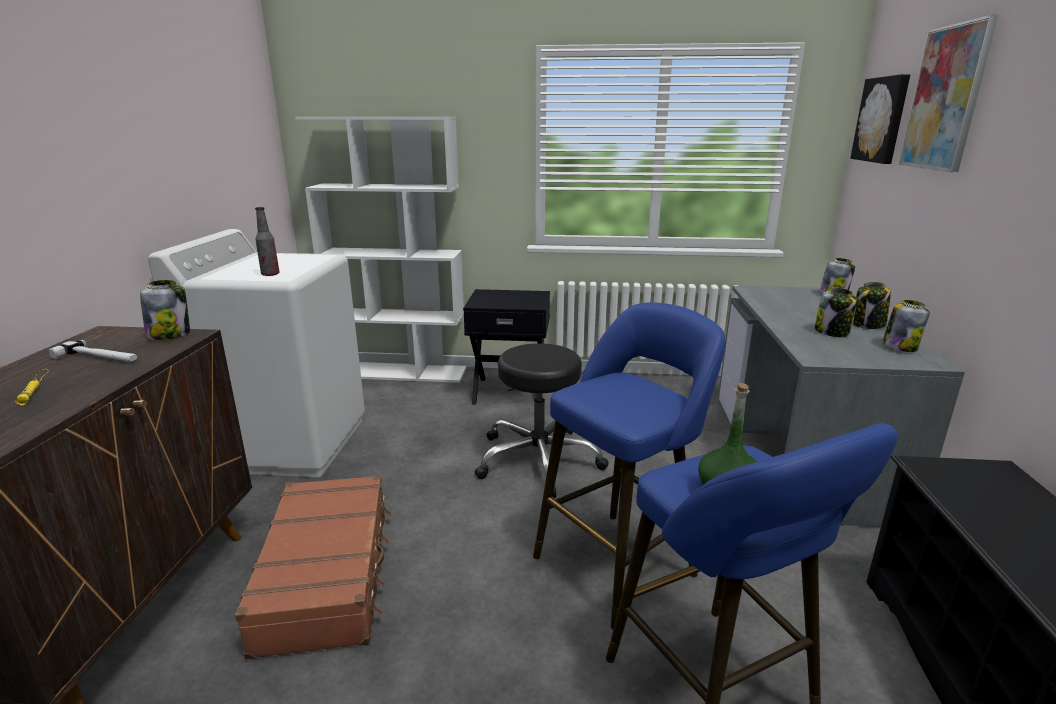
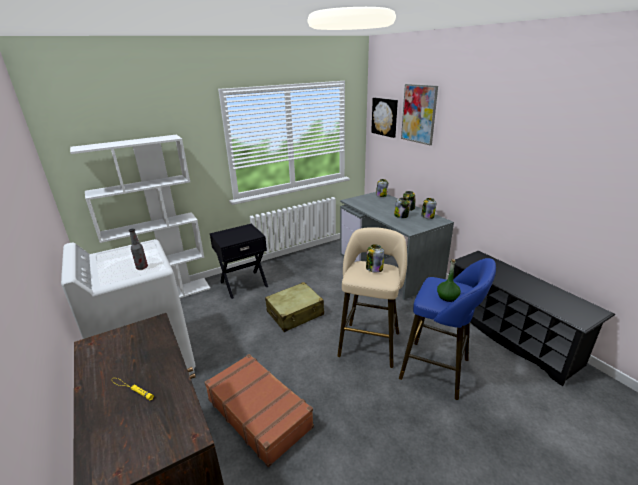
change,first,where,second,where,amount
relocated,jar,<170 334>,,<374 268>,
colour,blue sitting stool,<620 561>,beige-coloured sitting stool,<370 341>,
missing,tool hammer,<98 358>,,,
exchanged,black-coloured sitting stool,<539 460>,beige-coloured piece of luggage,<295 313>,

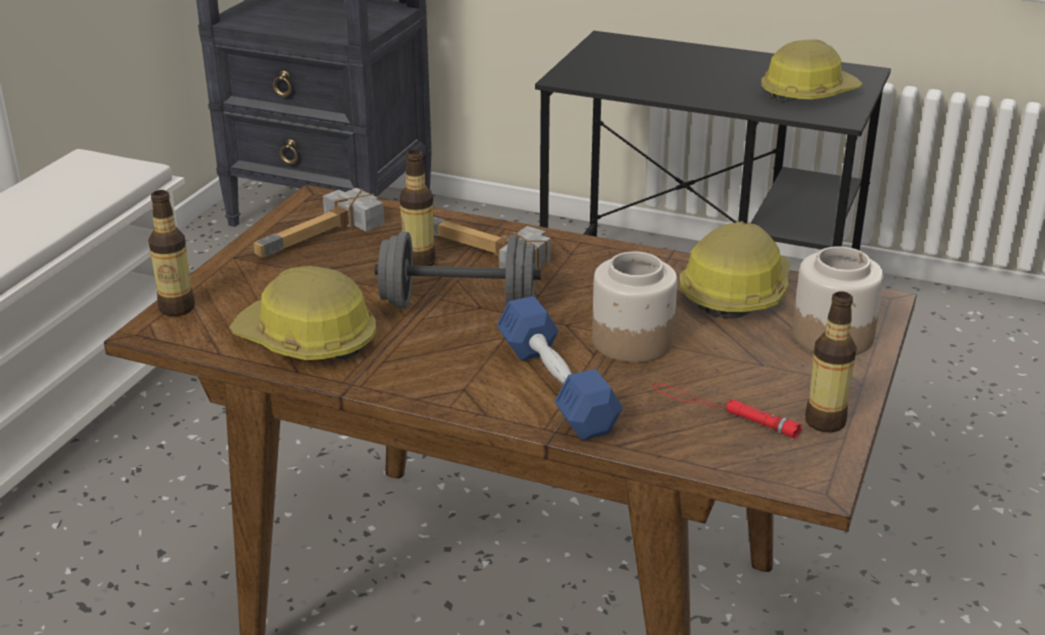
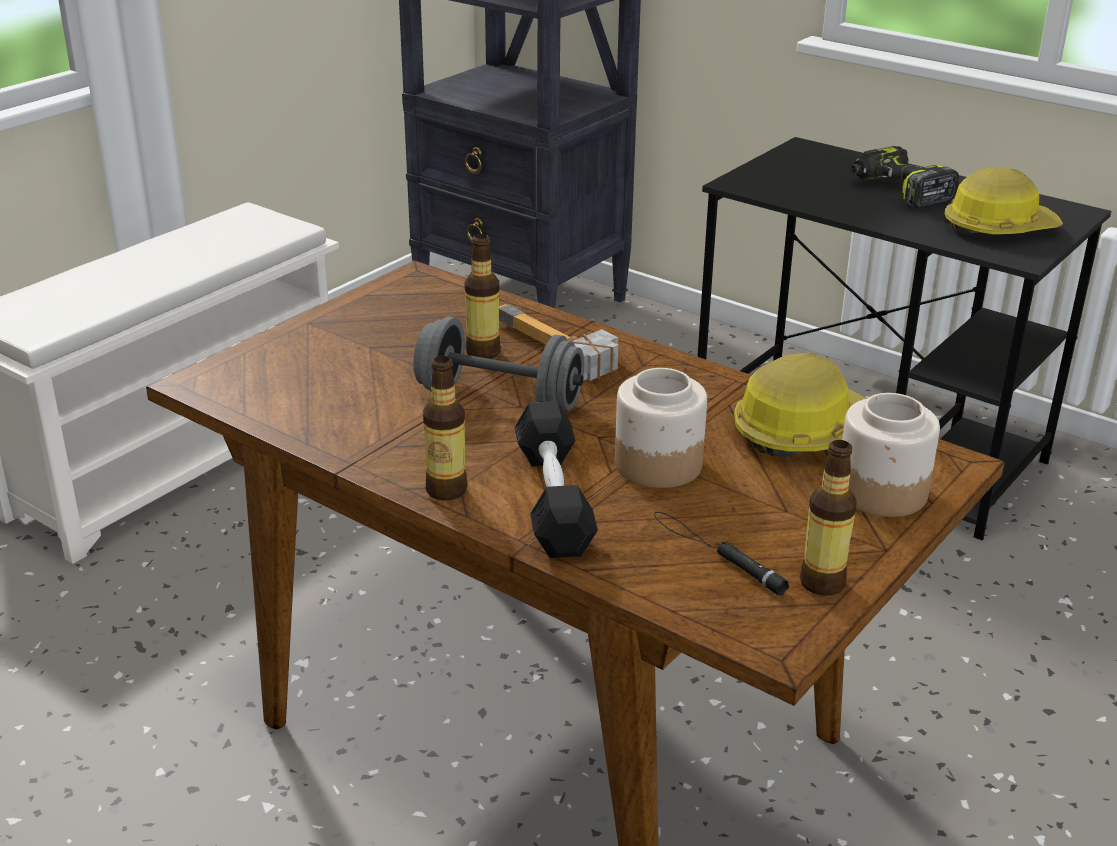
change,first,where,second,where,amount
missing,tool hammer,<325 237>,,,
relocated,drink bottle,<177 308>,,<446 490>,
missing,safety helmet,<307 340>,,,
colour,blue hand weight,<556 386>,black-coloured hand weight,<553 498>,
colour,red-coloured torch,<723 411>,black-coloured torch,<716 553>,
appeared,,,drill,<899 191>,

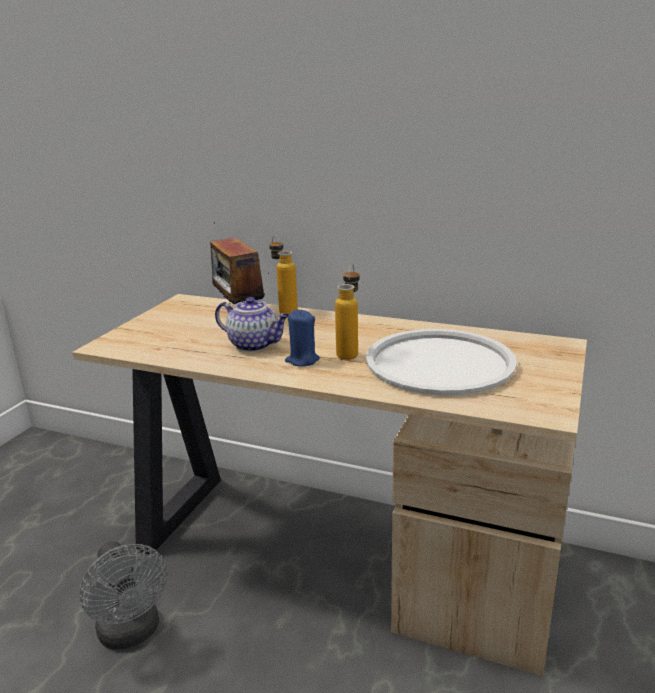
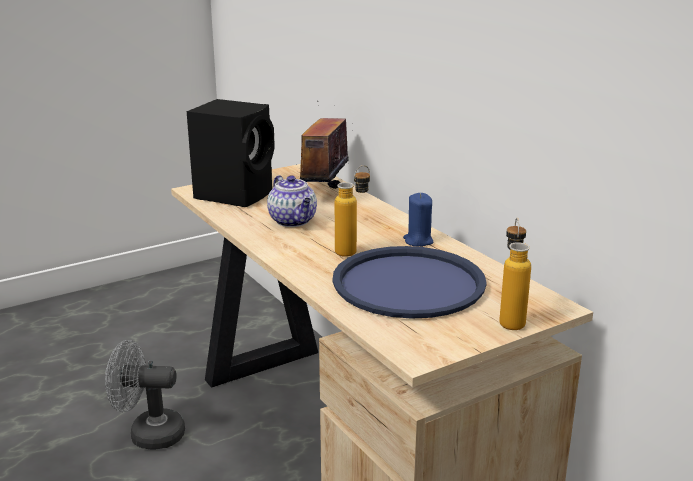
change,first,where,second,where,amount
relocated,drink bottle,<284 310>,,<510 319>,
relocated,blue wax light,<302 360>,,<418 241>,
colour,whitish carrying tray,<439 363>,blue carrying tray,<408 283>,
spun,gray electric fan,<132 633>,,<148 434>,90 degrees clockwise
appeared,,,black-coloured audio speaker,<236 194>,

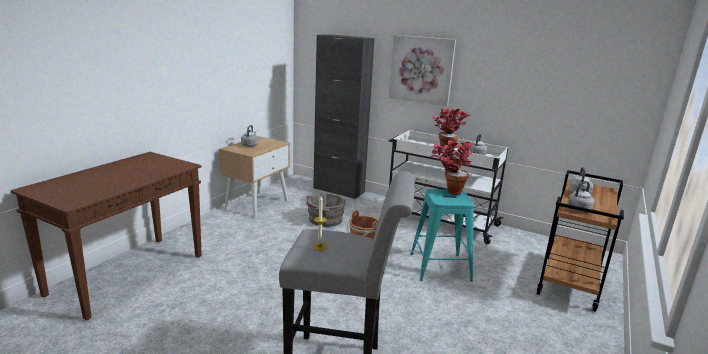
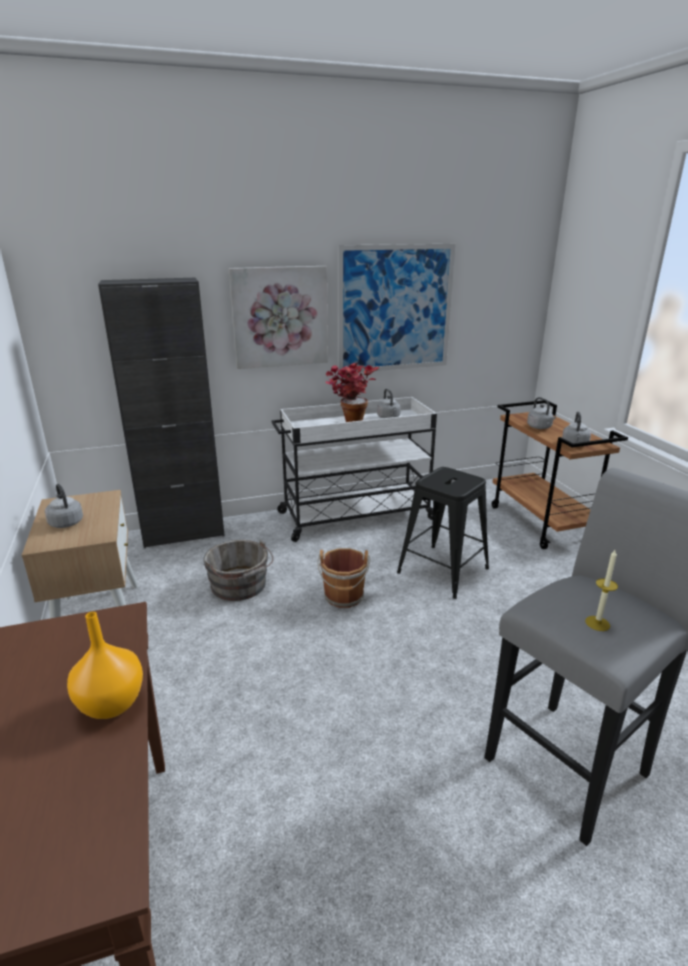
change,first,where,second,where,amount
missing,plant in a pot,<448 191>,,,
colour,turquoise sitting stool,<440 267>,black-coloured sitting stool,<443 570>,
appeared,,,wall picture,<395 309>,
appeared,,,orange-coloured decorative vase,<113 703>,

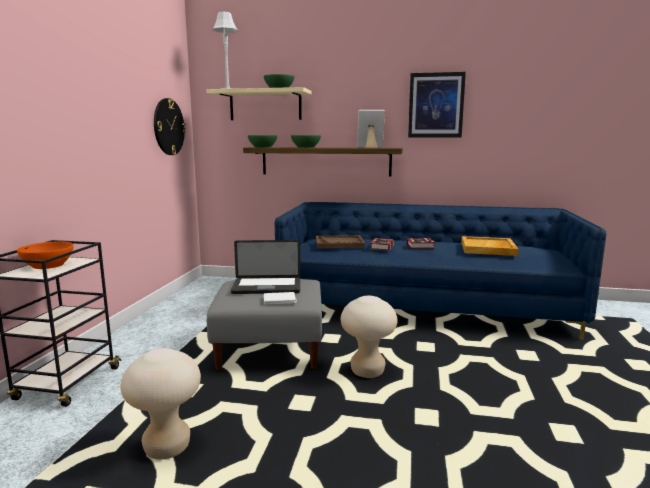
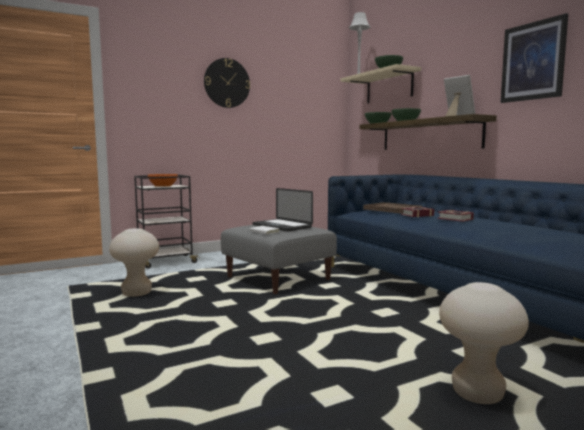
change,first,where,second,where,amount
relocated,wall clock,<168 127>,,<227 83>,
missing,beige-coloured carrying tray,<488 248>,,,
relocated,beige-coloured sitting stool,<367 371>,,<477 394>,

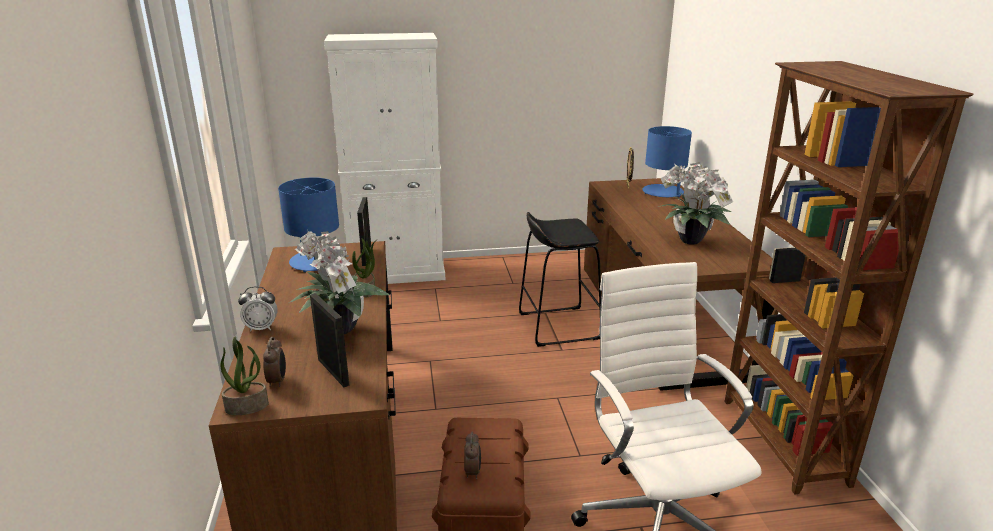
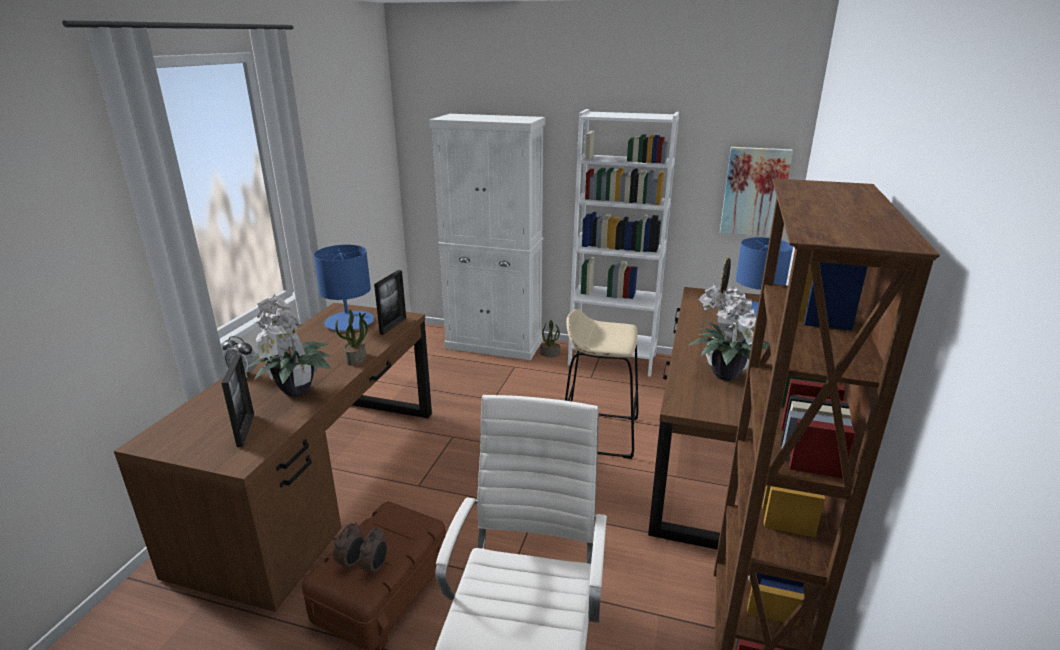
change,first,where,second,where,amount
colour,black-coloured sitting stool,<558 326>,beige-coloured sitting stool,<599 433>,
relocated,plant in a pot,<247 406>,,<550 353>,
relocated,table clock,<278 381>,,<376 567>,
appeared,,,whitish bookcase,<612 359>,
appeared,,,wall picture,<754 192>,

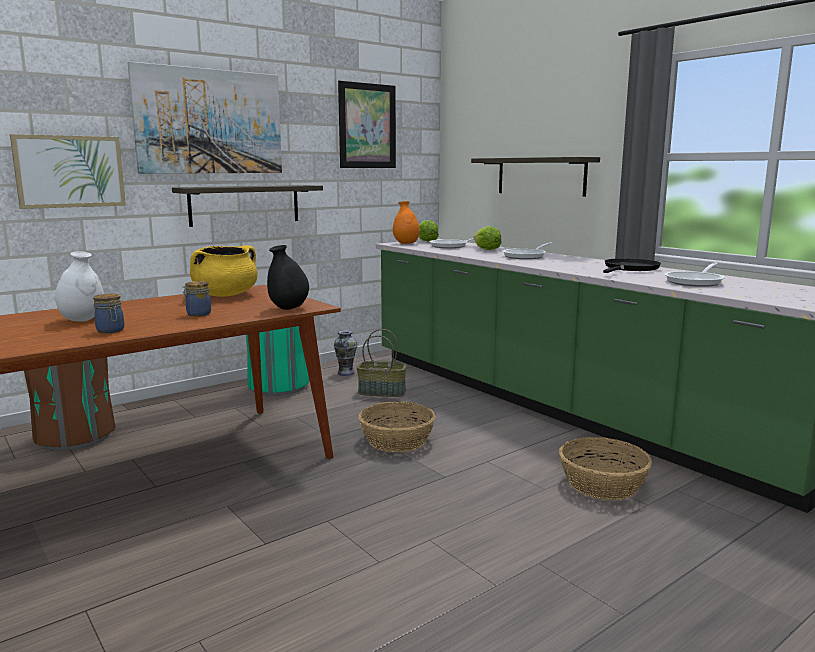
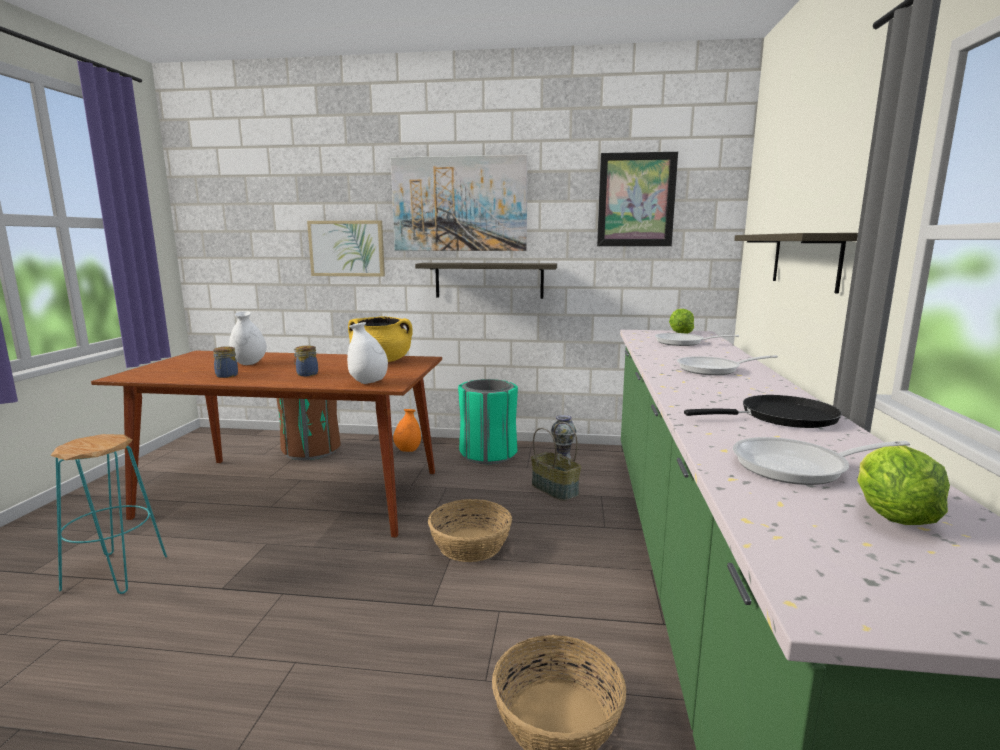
change,first,where,second,where,amount
relocated,orange-coloured decorative vase,<406 244>,,<408 450>,
relocated,head of lettuce,<486 250>,,<891 516>,
colour,black-coloured decorative vase,<288 308>,whitish decorative vase,<368 383>,
appeared,,,turquoise sitting stool,<115 573>,

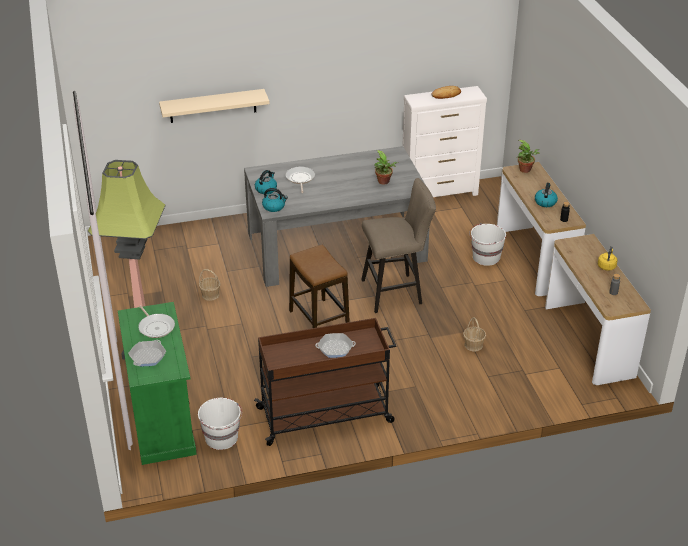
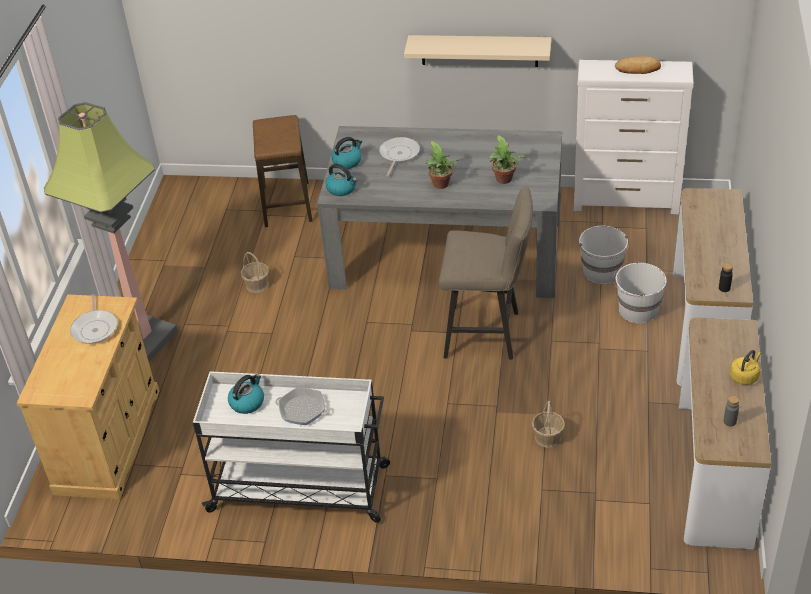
change,first,where,second,where,amount
relocated,beige-coloured bracket shelf,<213 106>,,<479 50>,
relocated,plant in a pot,<526 170>,,<441 185>,
relocated,water kettle,<545 202>,,<247 402>,
relocated,sitting stool,<319 320>,,<287 204>,
colour,greenish storage cabinet,<162 420>,beige-coloured storage cabinet,<108 441>,
colour,brownish trolley,<326 415>,whitish trolley,<301 488>,
missing,skillet,<147 356>,,,
relocated,whitish bucket,<222 438>,,<602 272>,

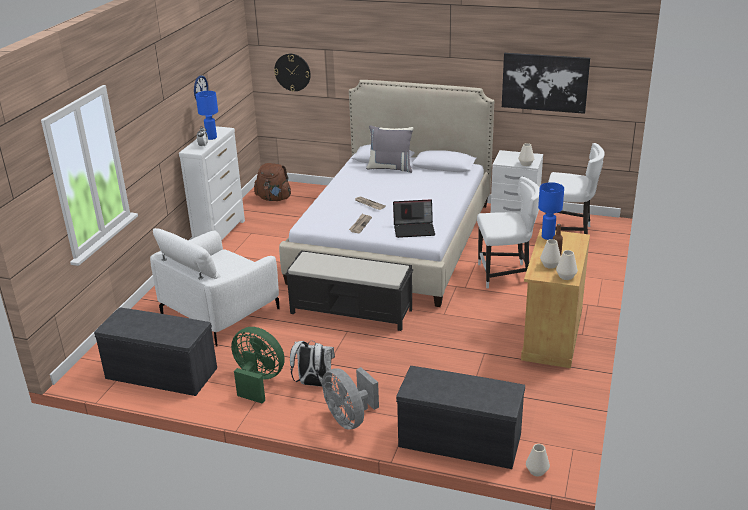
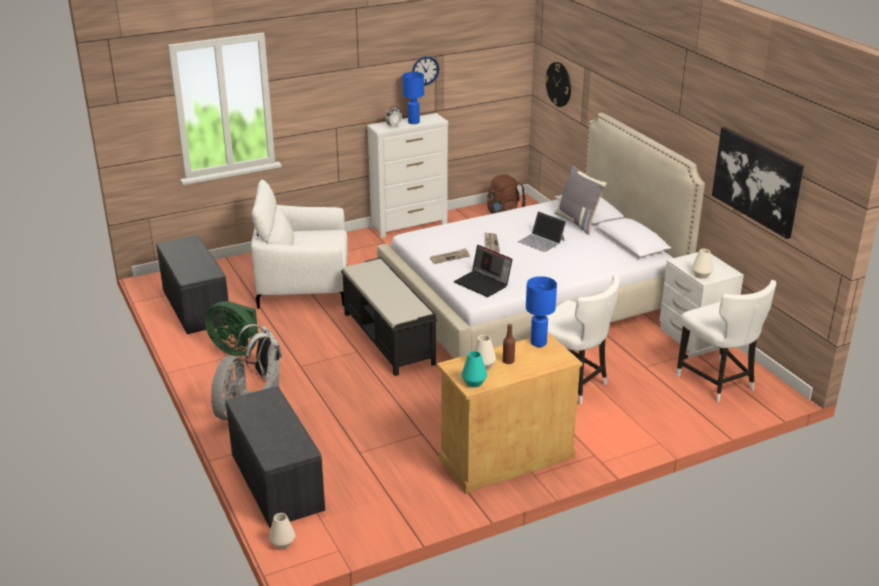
change,first,where,second,where,amount
colour,whitish decorative vase,<566 276>,turquoise decorative vase,<473 382>,
spun,greenish electric fan,<258 381>,,<236 349>,135 degrees clockwise
appeared,,,portable computer,<541 241>,

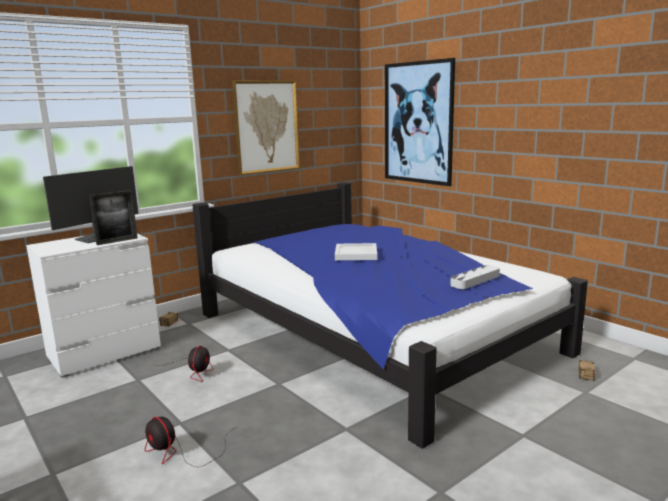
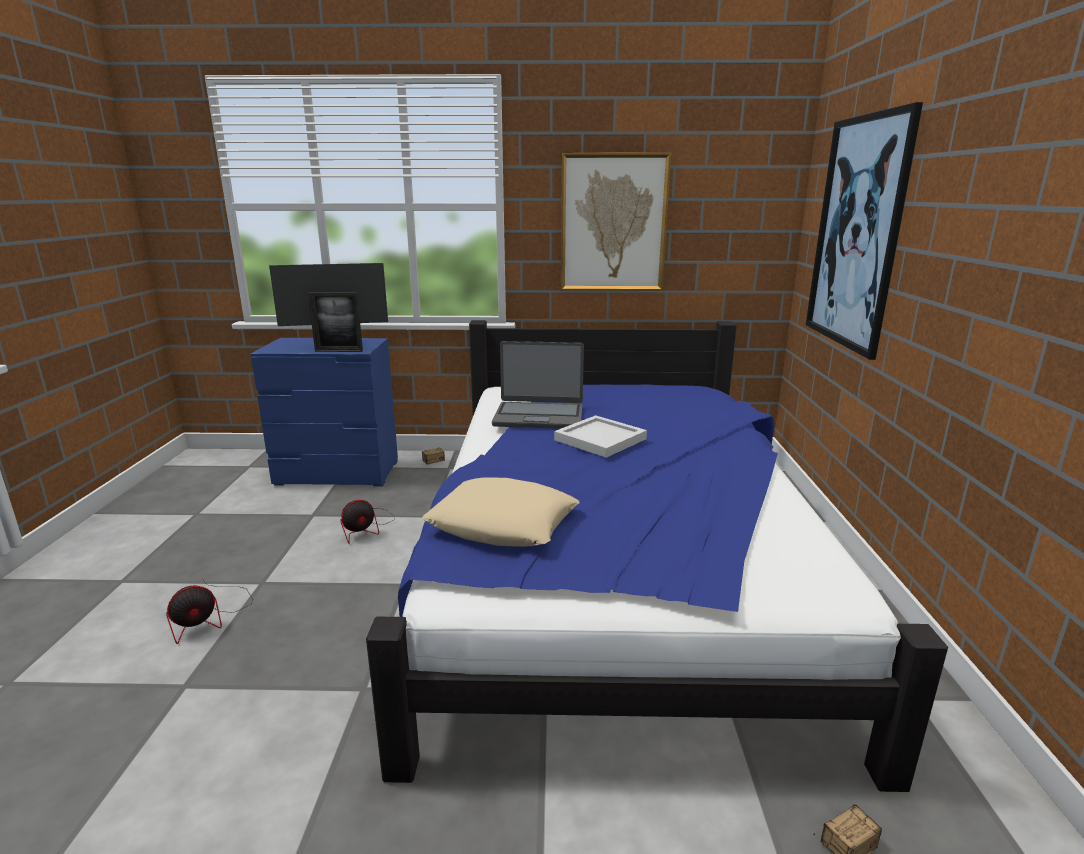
change,first,where,second,where,amount
colour,whitish dresser,<105 353>,blue dresser,<338 473>,
missing,gray carrying tray,<475 280>,,,
spun,electric fan,<181 452>,,<209 617>,120 degrees counterclockwise
appeared,,,portable computer,<539 416>,
appeared,,,beige-coloured pillow,<503 523>,

